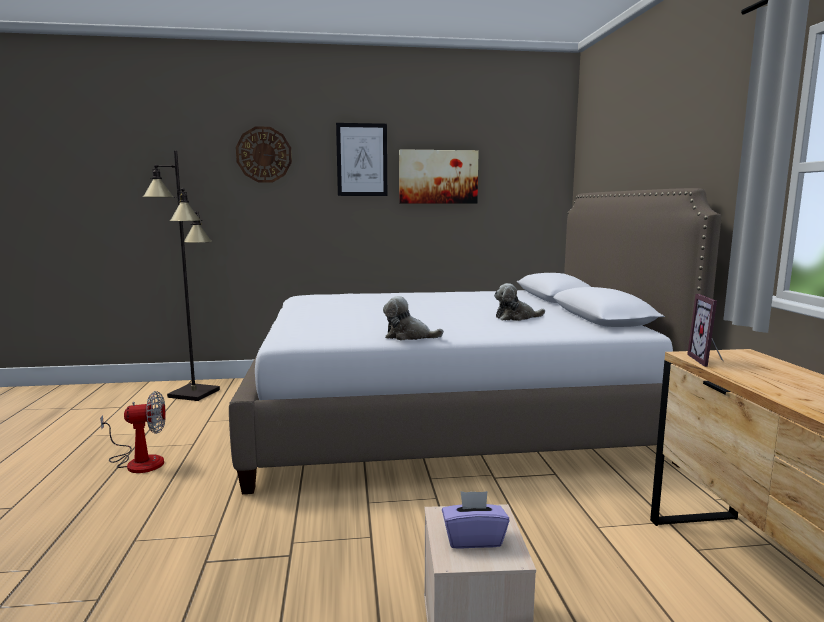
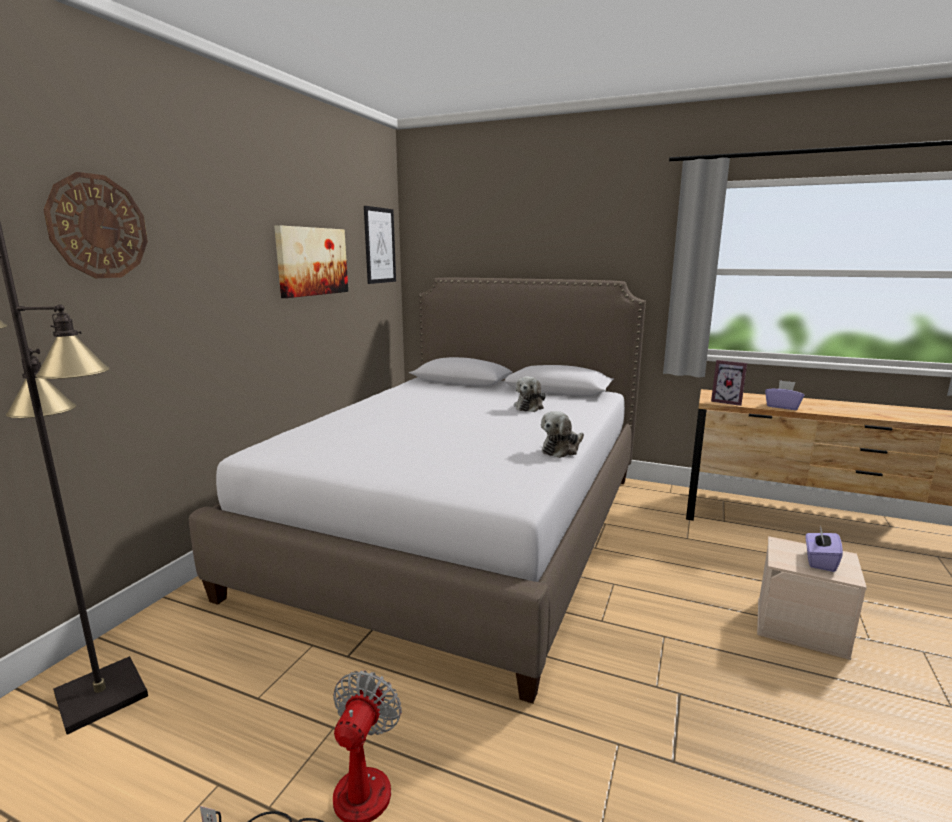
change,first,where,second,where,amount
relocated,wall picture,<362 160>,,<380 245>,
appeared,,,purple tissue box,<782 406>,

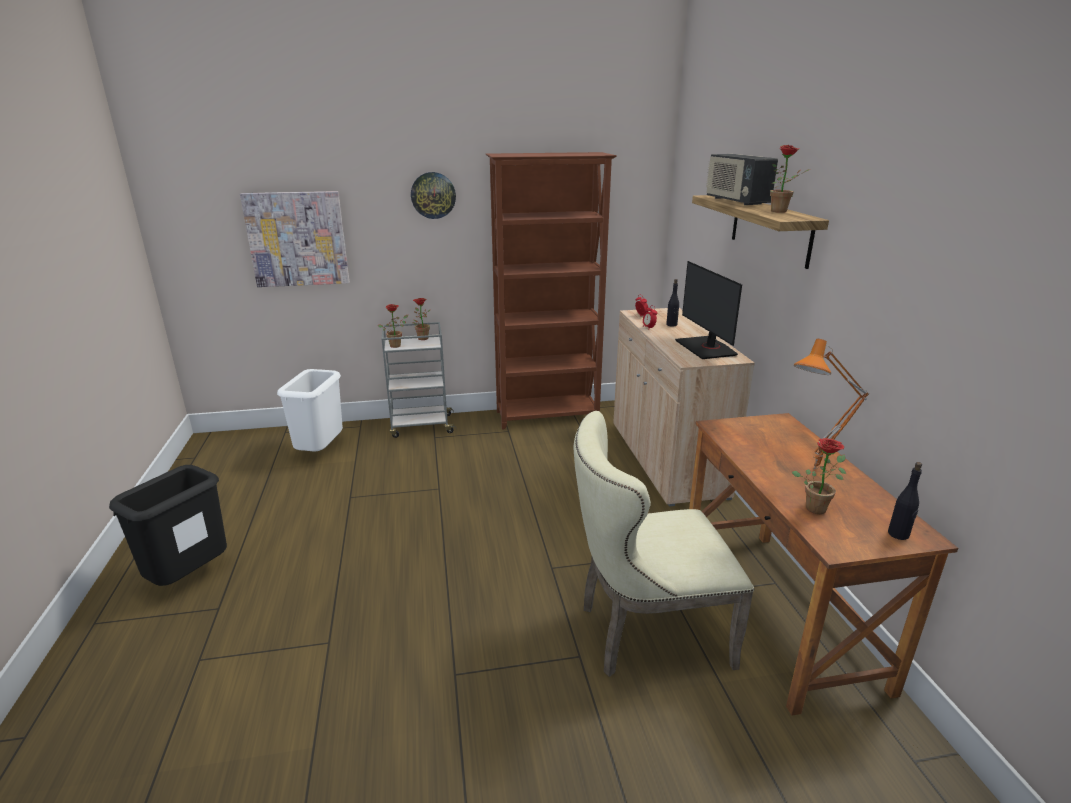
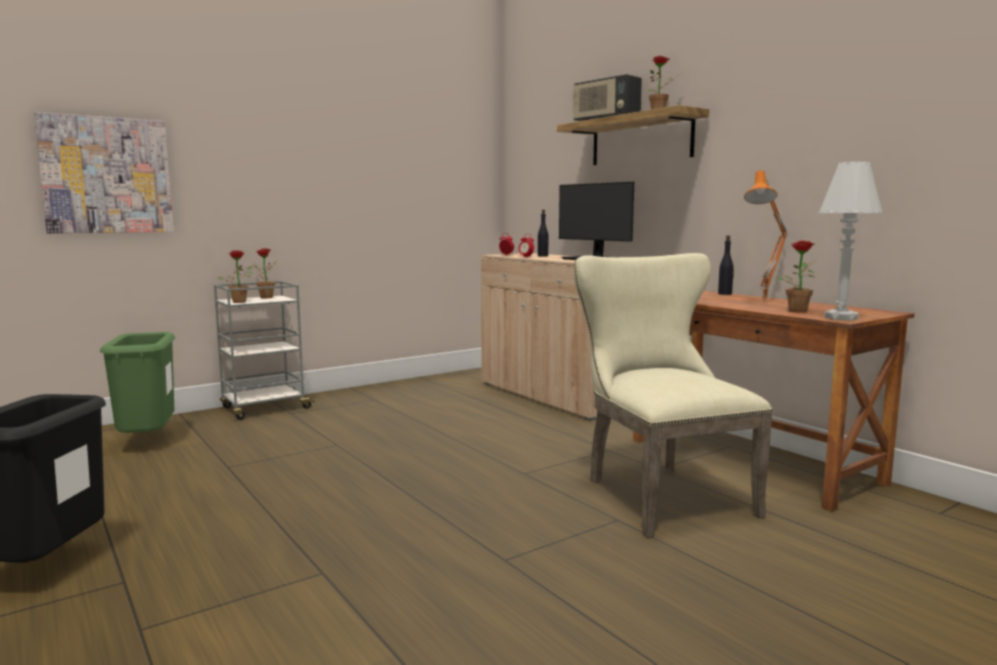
change,first,where,second,where,amount
missing,brownish bookcase,<548 417>,,,
missing,wall clock,<433 195>,,,
colour,whitish rubbish bin,<320 453>,greenish rubbish bin,<147 442>,
spun,beige-coloured upright chair,<644 633>,,<659 494>,105 degrees clockwise
relocated,black-coloured drink bottle,<898 534>,,<725 294>,
appeared,,,whitish table lamp,<840 318>,

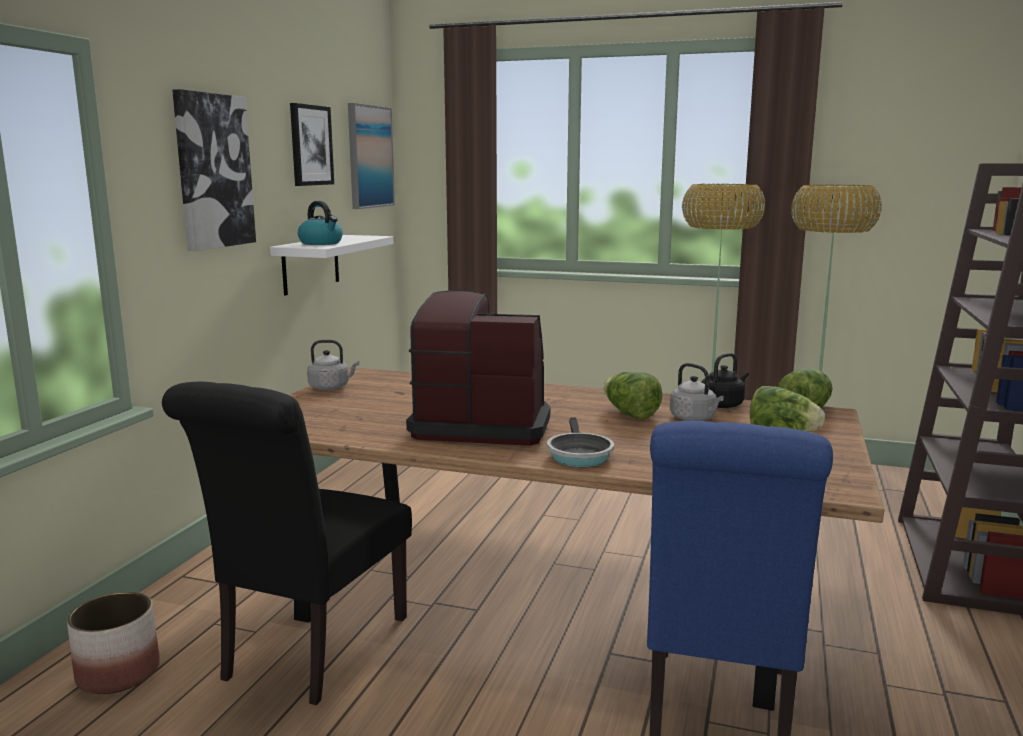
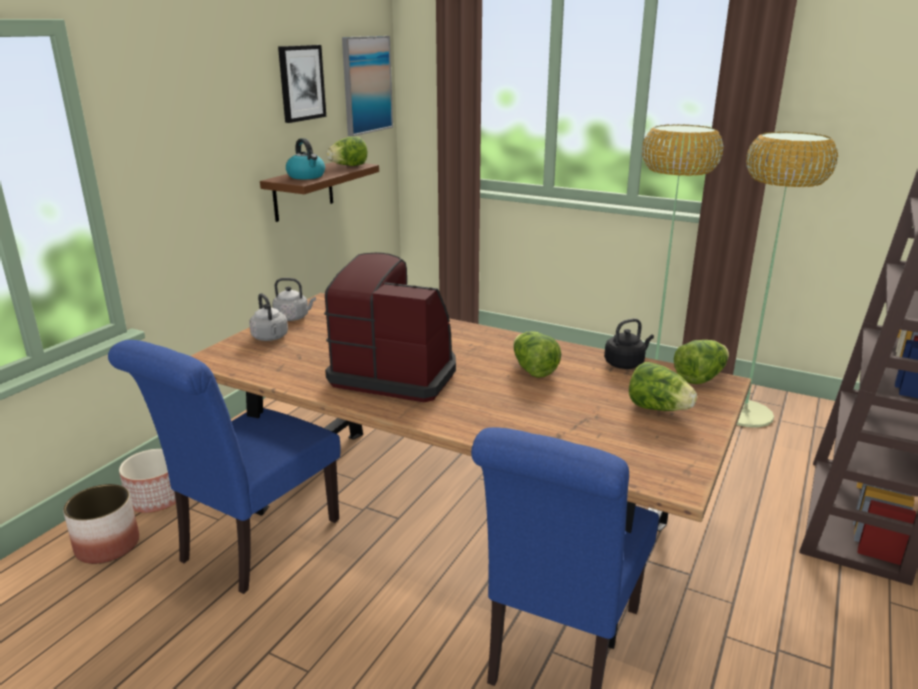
change,first,where,second,where,amount
missing,wall picture,<213 171>,,,
colour,whitish bracket shelf,<311 264>,brownish bracket shelf,<303 191>,
relocated,gray water kettle,<694 419>,,<270 338>,
colour,black-coloured upright chair,<309 652>,blue upright chair,<252 544>,
missing,skillet,<578 455>,,,
appeared,,,head of lettuce,<348 166>,
appeared,,,flower pot,<156 499>,

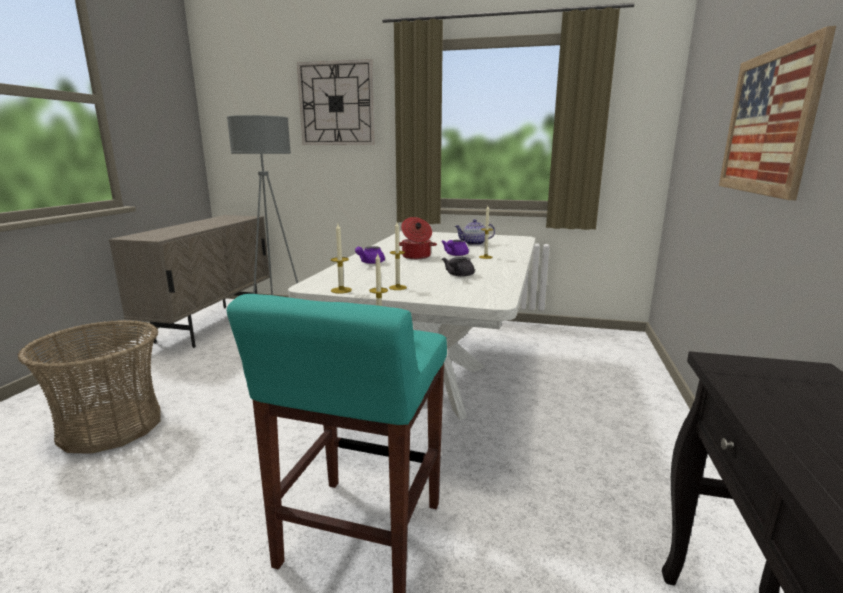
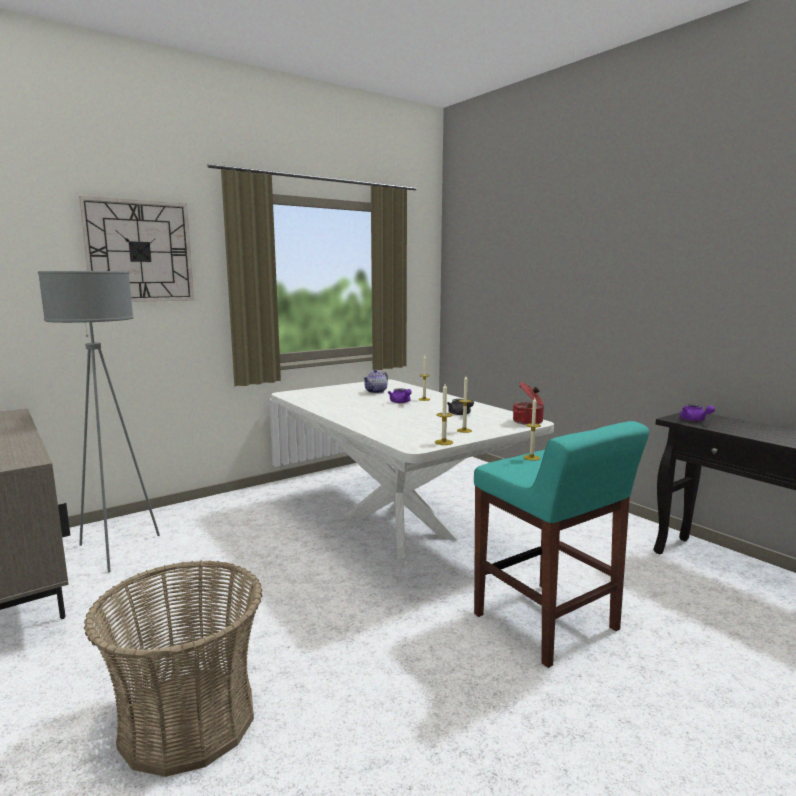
change,first,where,second,where,amount
missing,wall picture,<768 123>,,,
relocated,saucepot,<416 257>,,<528 421>,
relocated,purple pot for tea,<369 263>,,<694 420>,

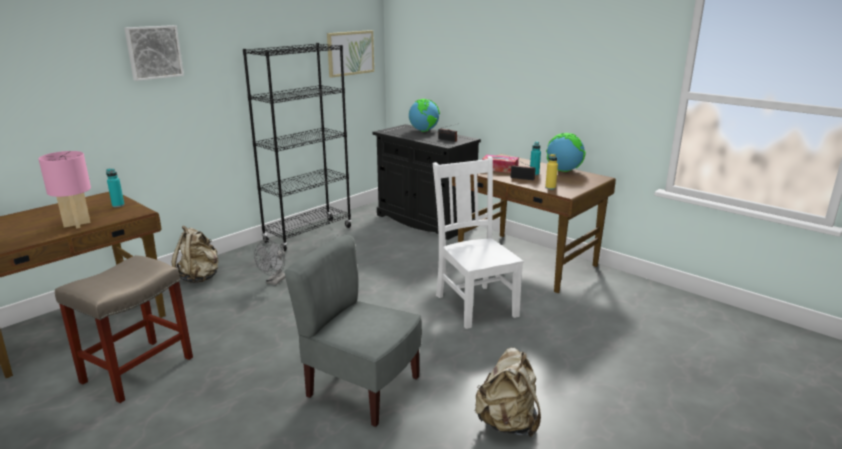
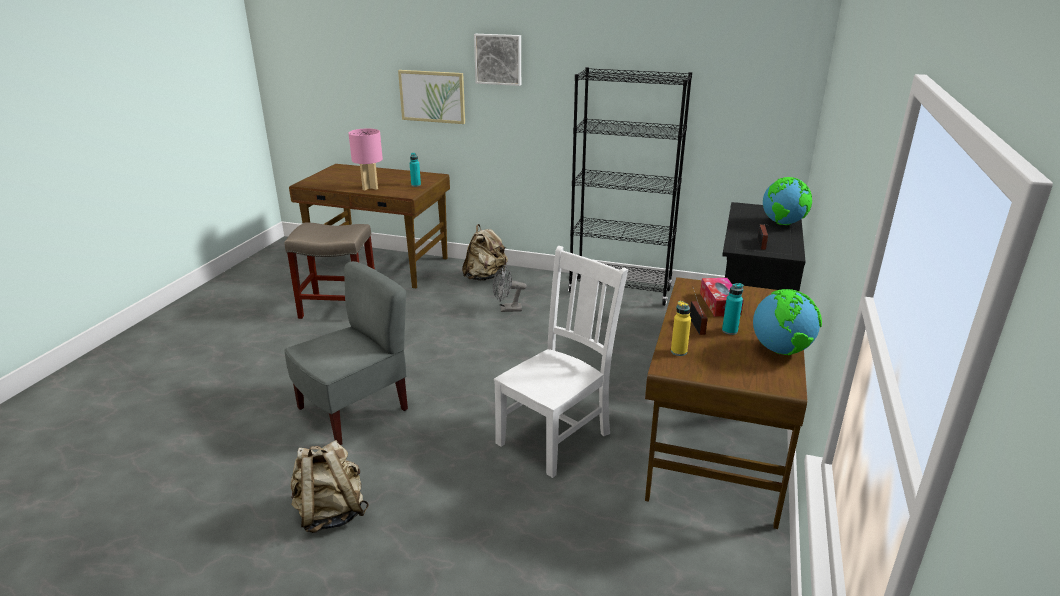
change,first,where,second,where,amount
relocated,wall picture,<350 53>,,<432 96>,
spun,gray upright chair,<361 388>,,<354 410>,45 degrees clockwise

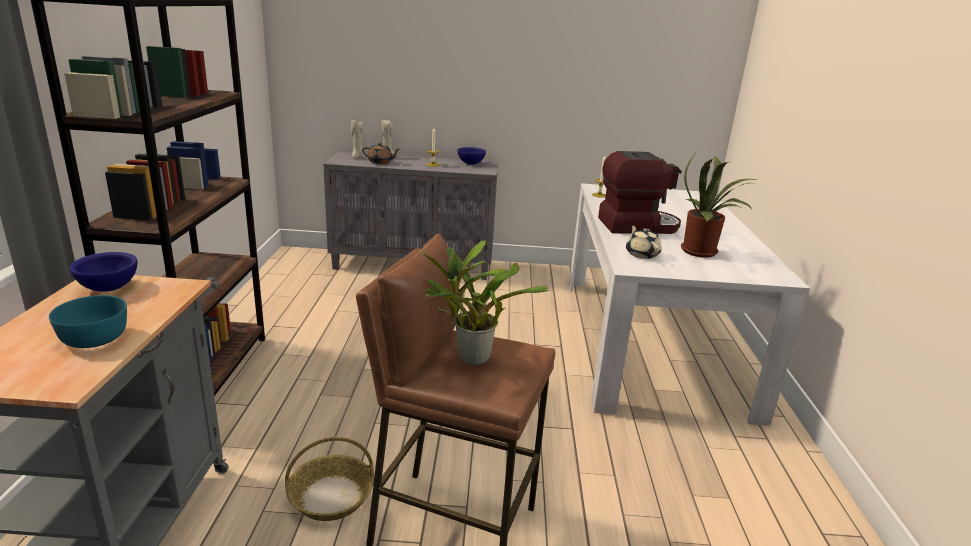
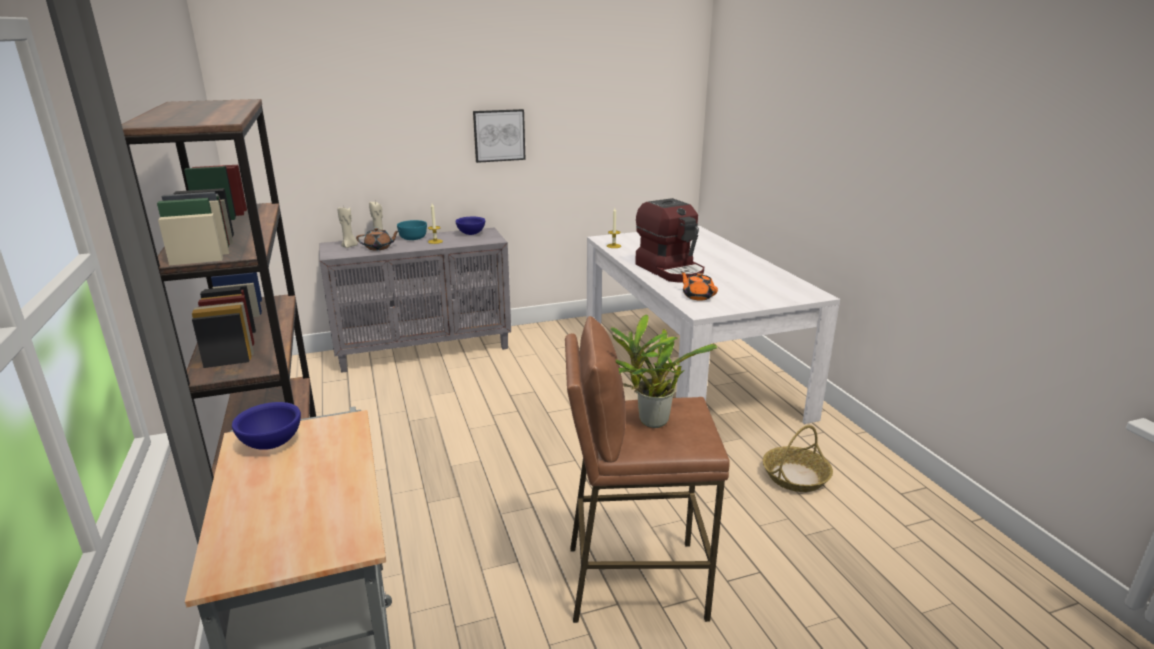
change,first,where,second,where,amount
spun,coffee brewer,<637 225>,,<671 270>,90 degrees clockwise
missing,plant in a pot,<703 252>,,,
colour,beige-coloured pot for tea,<642 254>,orange-coloured pot for tea,<697 296>,
relocated,turquoise serving bowl,<93 339>,,<413 238>,
relocated,storage basket,<330 497>,,<795 477>,
appeared,,,wall picture,<499 135>,

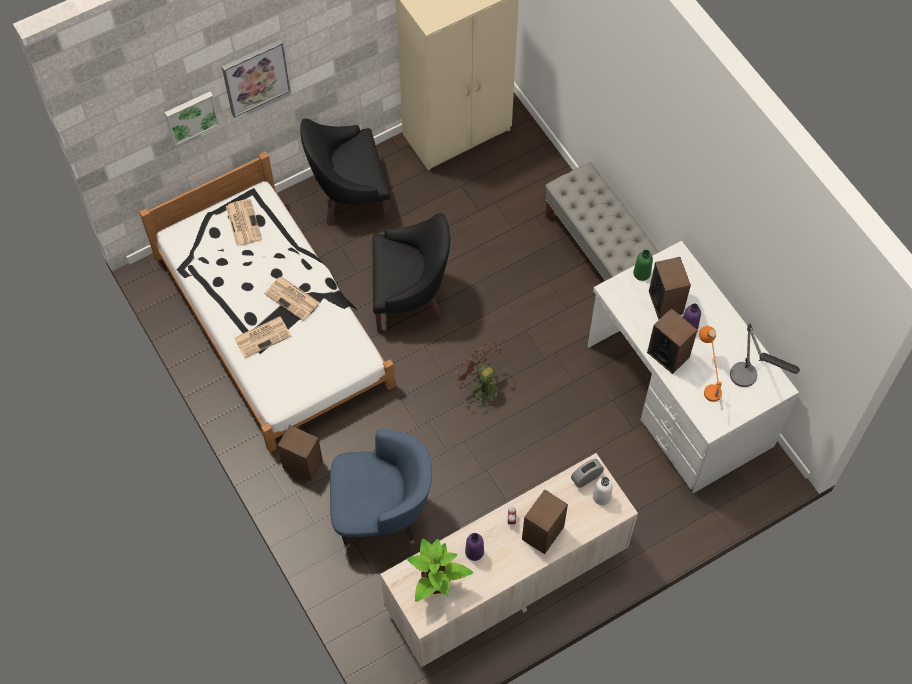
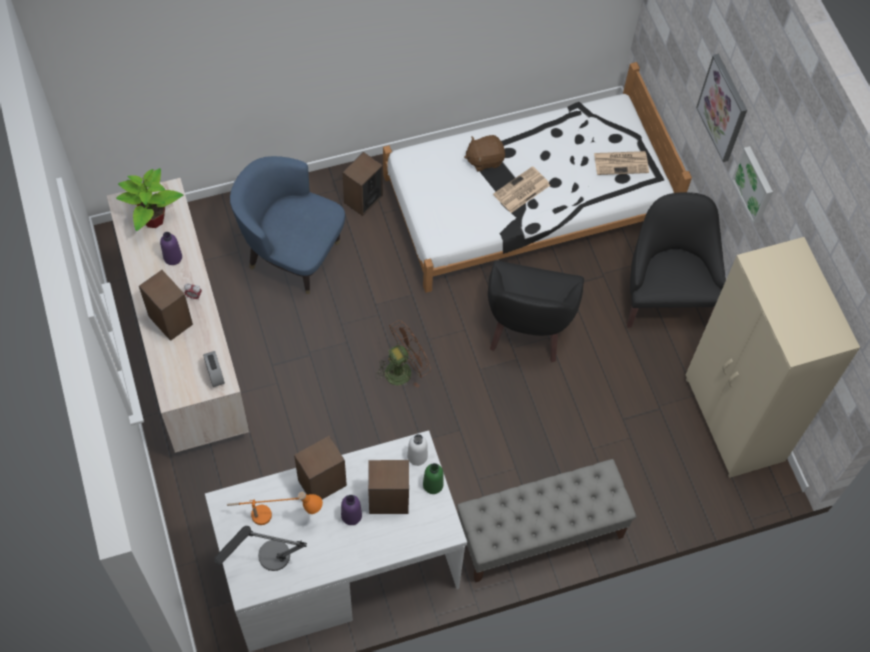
change,first,where,second,where,amount
relocated,wall picture,<191 116>,,<754 184>,
exchanged,printed paper,<263 336>,brownish cuddly toy,<484 159>,
spun,blue armchair,<381 513>,,<292 254>,105 degrees clockwise
relocated,whitish drink bottle,<601 497>,,<417 456>,

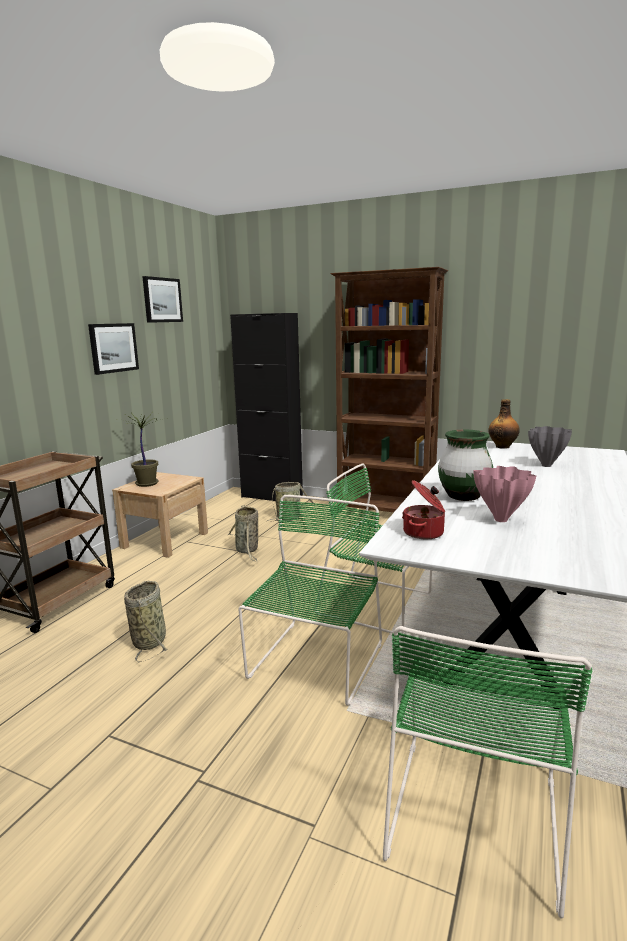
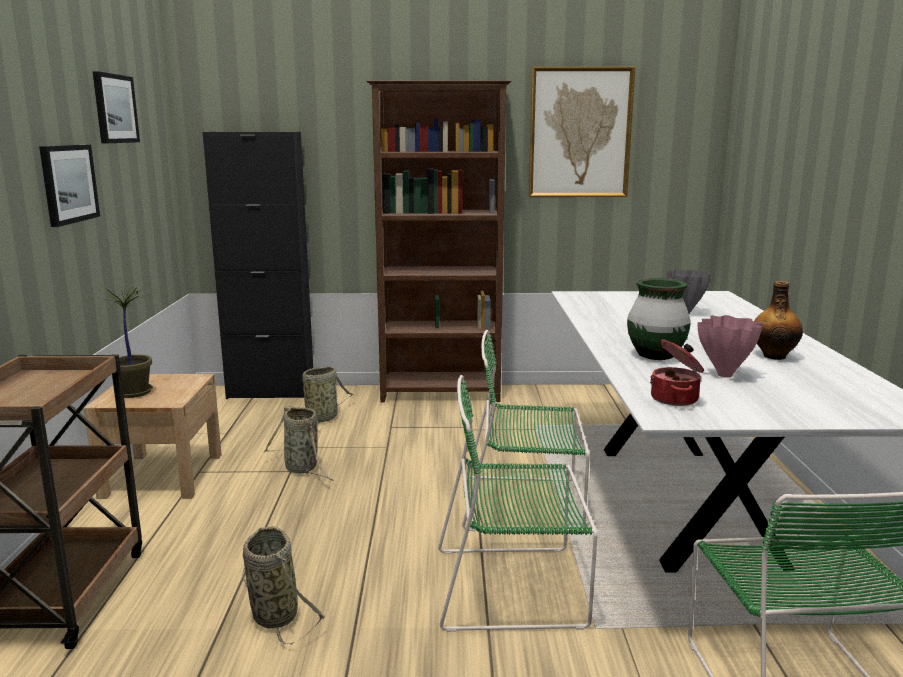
change,first,where,second,where,amount
relocated,drink bottle,<502 446>,,<774 356>,
spun,greenish upright chair,<315 663>,,<515 587>,90 degrees counterclockwise
appeared,,,wall picture,<579 133>,

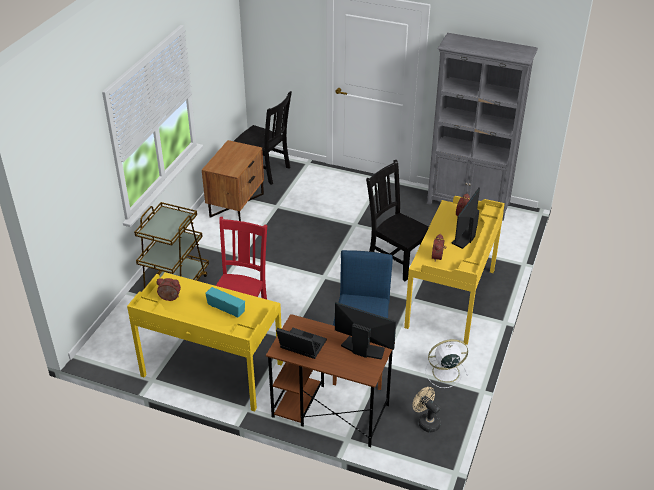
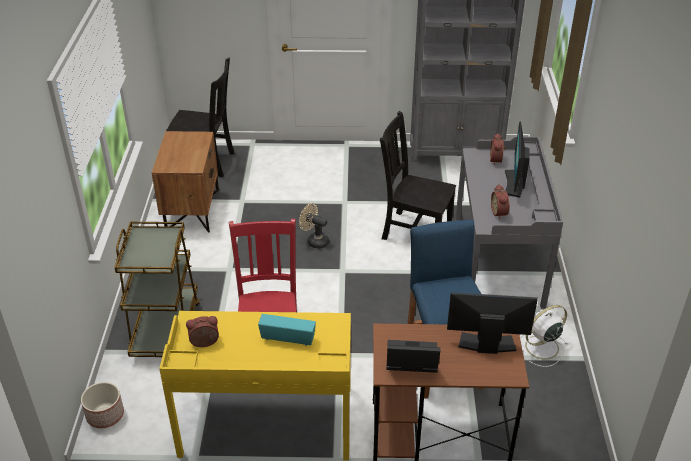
change,first,where,second,where,amount
colour,yellow desk table,<451 298>,gray desk table,<499 260>,
relocated,beige-coloured electric fan,<426 421>,,<314 241>,
appeared,,,flower pot,<105 415>,

